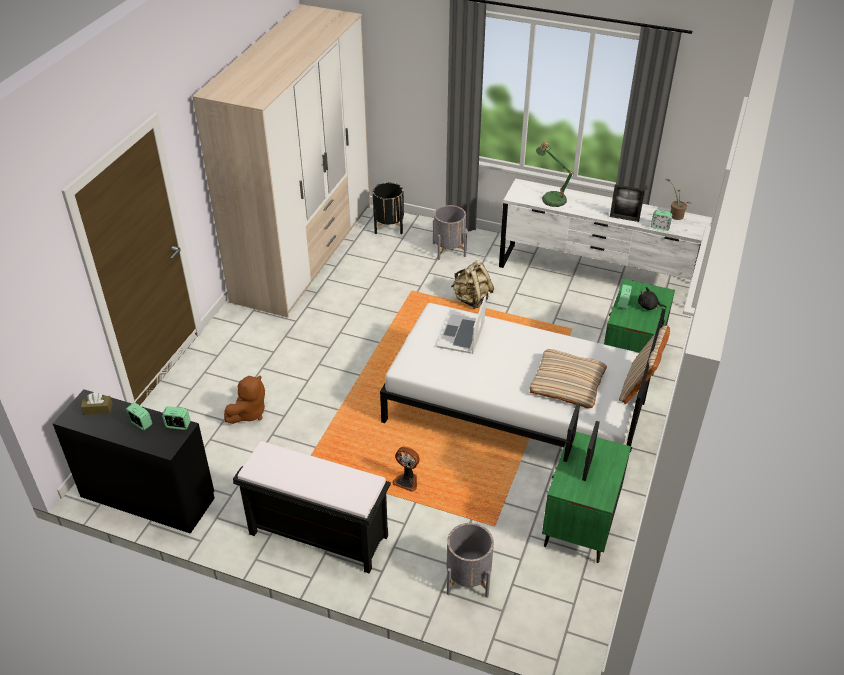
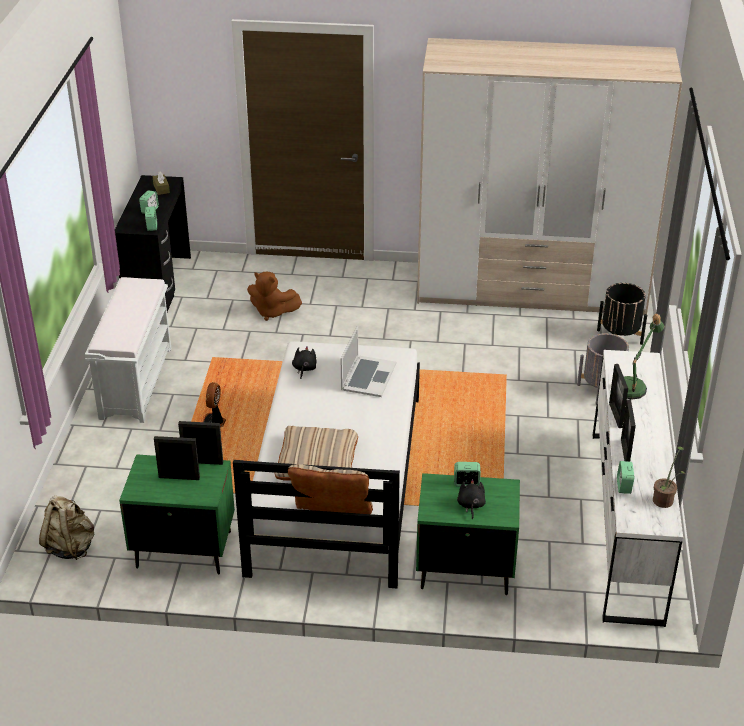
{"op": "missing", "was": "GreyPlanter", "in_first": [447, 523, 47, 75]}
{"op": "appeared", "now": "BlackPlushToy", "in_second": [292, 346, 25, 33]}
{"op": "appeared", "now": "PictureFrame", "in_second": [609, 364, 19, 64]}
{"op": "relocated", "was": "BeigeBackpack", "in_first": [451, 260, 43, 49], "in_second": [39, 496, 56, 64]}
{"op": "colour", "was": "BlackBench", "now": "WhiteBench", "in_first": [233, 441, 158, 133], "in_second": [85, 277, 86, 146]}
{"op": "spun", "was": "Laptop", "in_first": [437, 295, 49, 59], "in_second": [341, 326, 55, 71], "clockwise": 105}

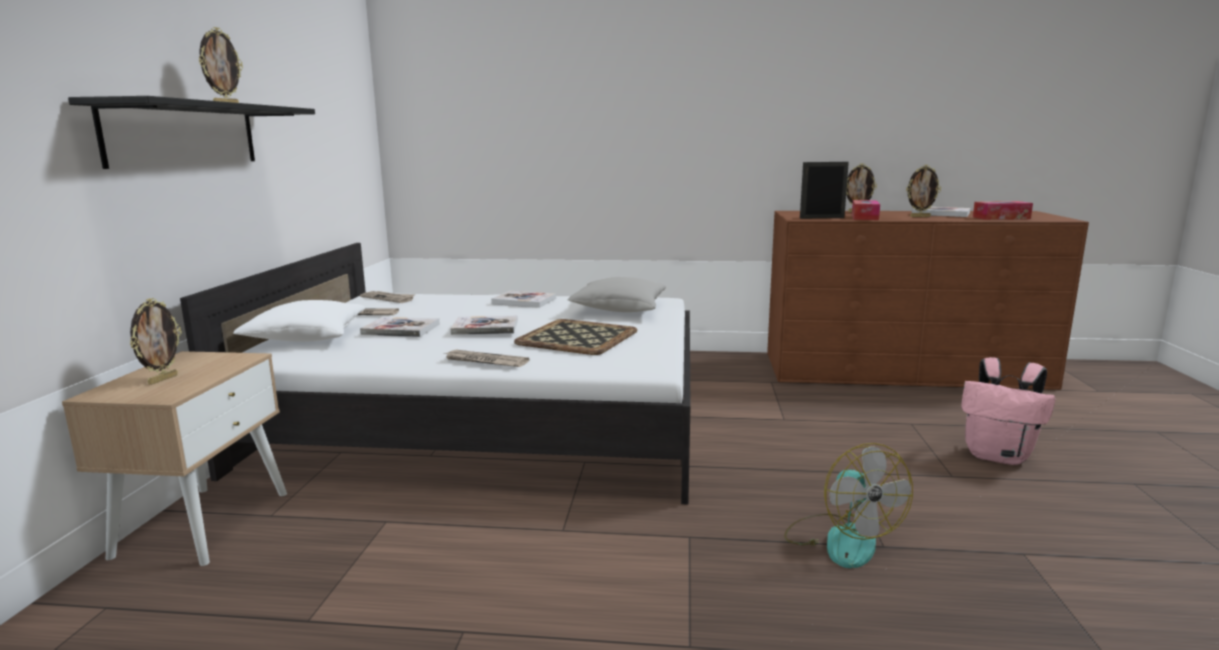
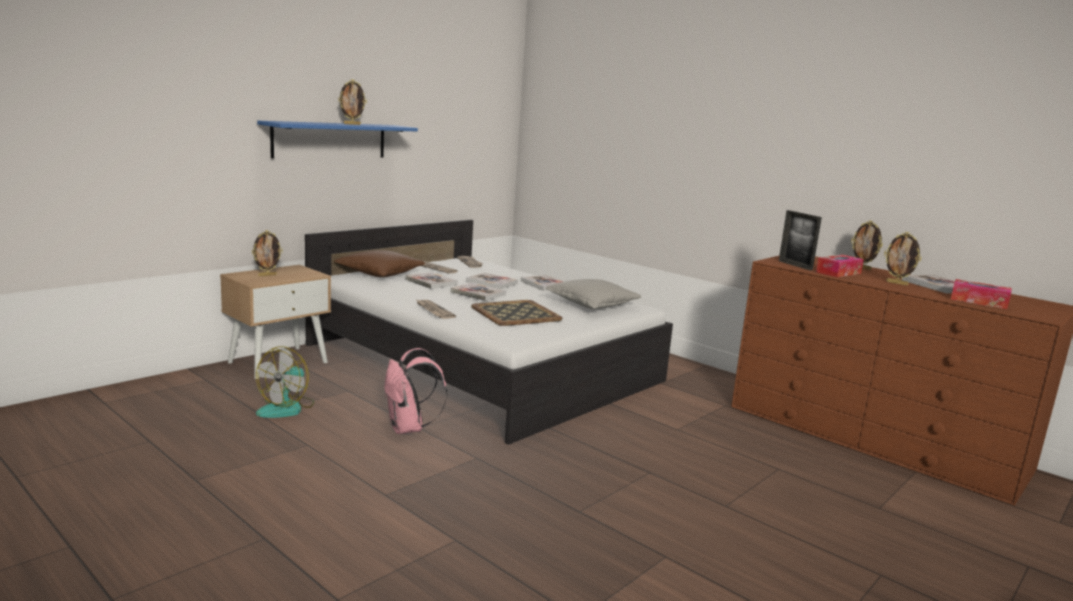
{"op": "appeared", "now": "Book", "in_second": [466, 273, 52, 16]}
{"op": "relocated", "was": "Fan", "in_first": [784, 443, 129, 125], "in_second": [256, 346, 58, 72]}
{"op": "relocated", "was": "PinkBackpack", "in_first": [961, 357, 94, 108], "in_second": [384, 348, 63, 86]}
{"op": "colour", "was": "BlackShelf", "now": "BlueShelf", "in_first": [68, 96, 247, 73], "in_second": [257, 121, 161, 37]}
{"op": "colour", "was": "WhitePillow", "now": "BrownPillow", "in_first": [233, 300, 132, 42], "in_second": [334, 250, 91, 27]}
{"op": "spun", "was": "PictureFrame", "in_first": [800, 162, 49, 57], "in_second": [779, 210, 43, 60], "clockwise": -150}

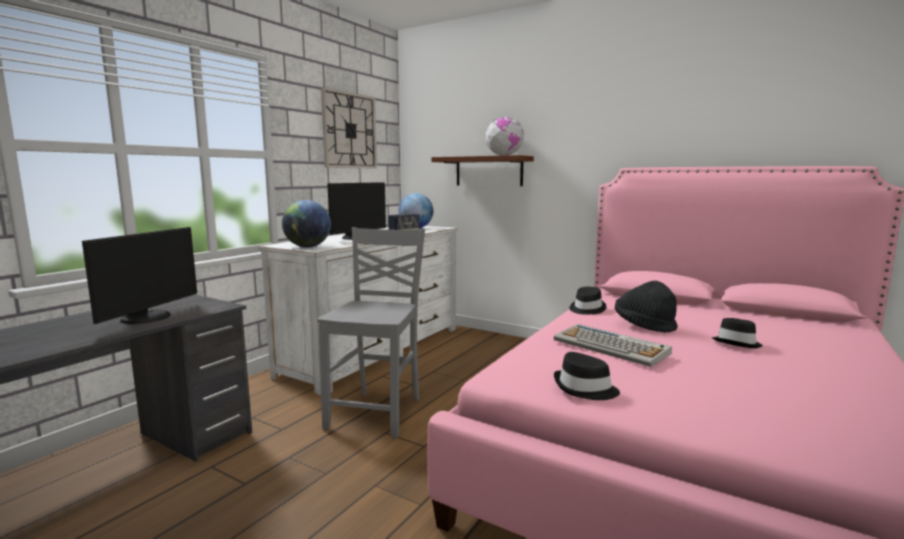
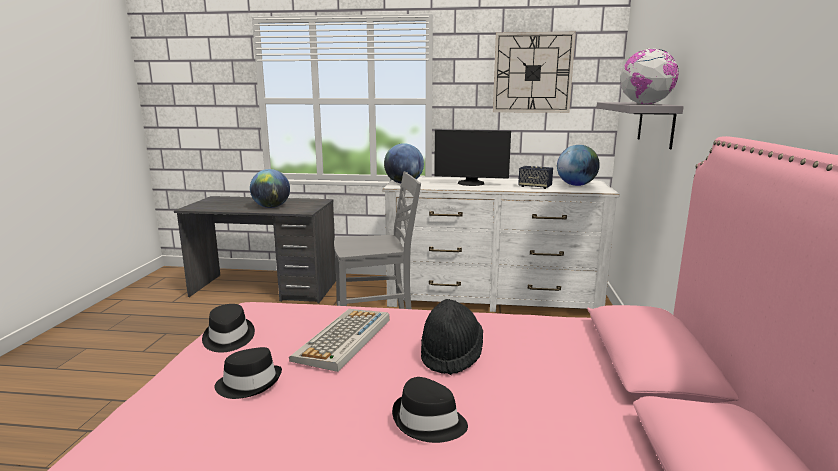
{"op": "relocated", "was": "BlackHat", "in_first": [569, 287, 38, 28], "in_second": [215, 347, 67, 52]}
{"op": "exchanged", "was": "Monitor", "now": "Globe", "in_first": [82, 227, 115, 97], "in_second": [250, 169, 40, 39]}
{"op": "colour", "was": "BrownShelf", "now": "GreyShelf", "in_first": [431, 155, 103, 31], "in_second": [597, 102, 87, 47]}

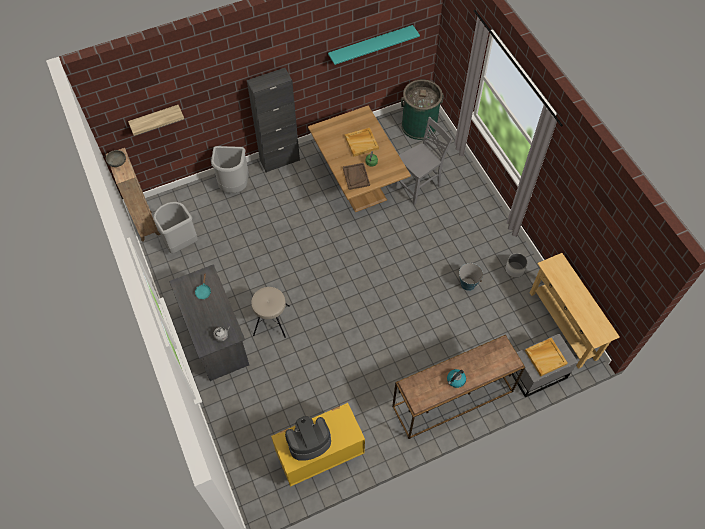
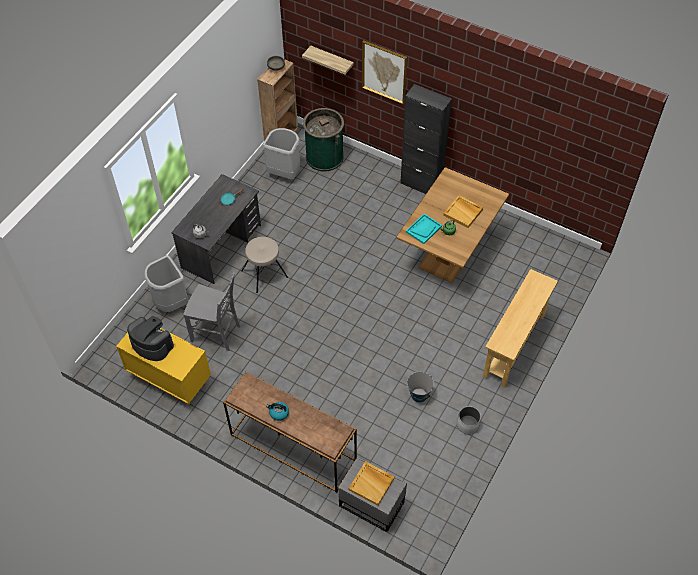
{"op": "missing", "was": "TurquoiseShelf", "in_first": [328, 25, 92, 40]}
{"op": "appeared", "now": "Picture", "in_second": [362, 40, 45, 64]}
{"op": "relocated", "was": "GreyTrashCan", "in_first": [211, 146, 38, 47], "in_second": [144, 255, 44, 57]}
{"op": "relocated", "was": "GreyChair", "in_first": [395, 117, 57, 88], "in_second": [183, 273, 57, 78]}
{"op": "relocated", "was": "GreenTrashCan", "in_first": [401, 79, 43, 61], "in_second": [303, 108, 41, 63]}
{"op": "relocated", "was": "BeigeConsoleTable", "in_first": [530, 253, 90, 116], "in_second": [483, 269, 75, 119]}
{"op": "colour", "was": "BrownTray", "now": "TurquoiseTray", "in_first": [343, 163, 27, 27], "in_second": [406, 214, 36, 30]}

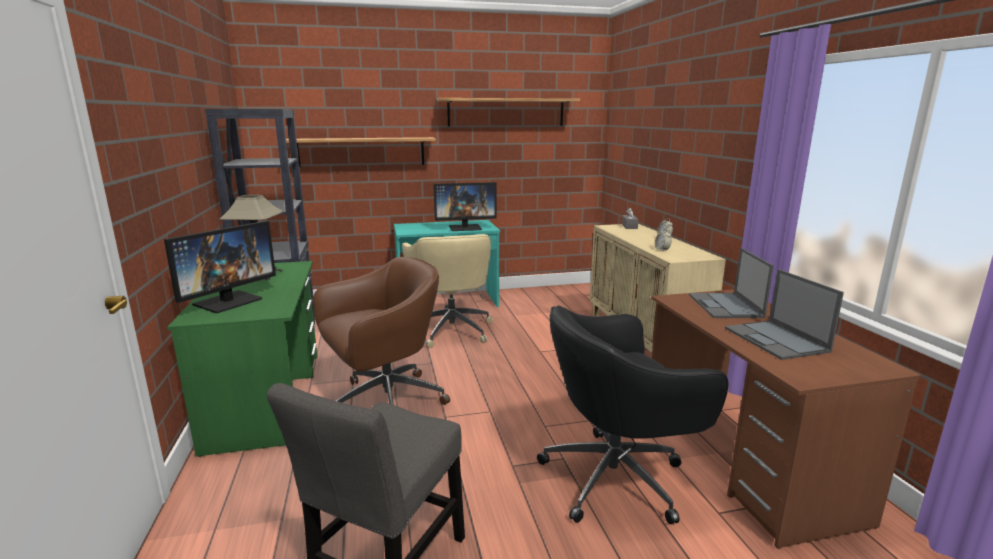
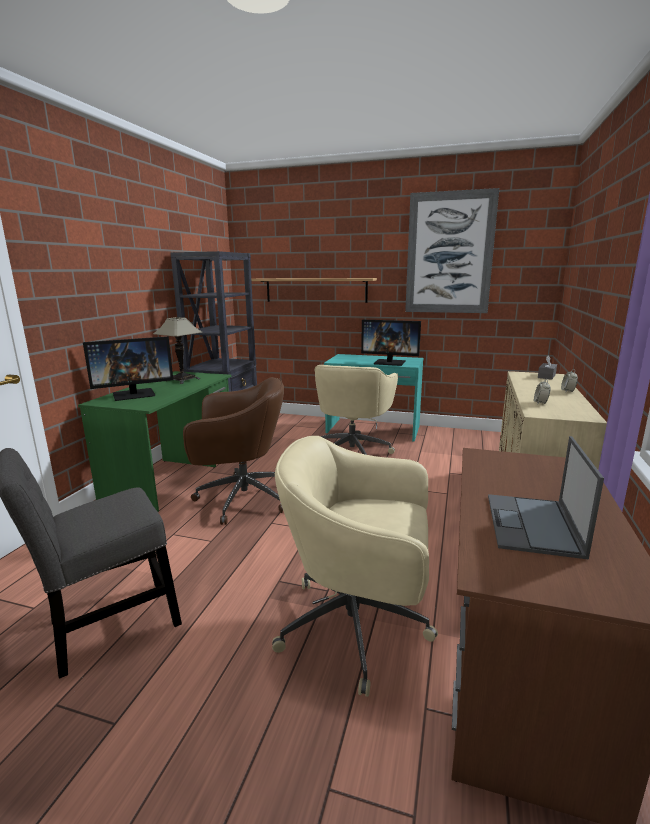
{"op": "missing", "was": "Laptop", "in_first": [689, 248, 85, 70]}
{"op": "exchanged", "was": "Shelf", "now": "Picture", "in_first": [437, 98, 143, 28], "in_second": [405, 188, 94, 125]}
{"op": "colour", "was": "BlackOfficeChair", "now": "BeigeOfficeChair", "in_first": [537, 306, 192, 218], "in_second": [272, 436, 166, 261]}

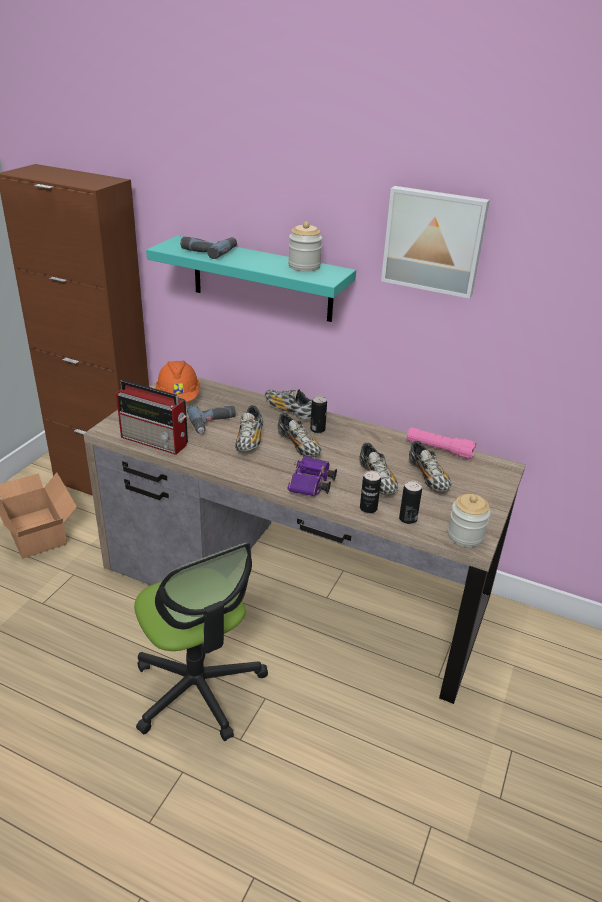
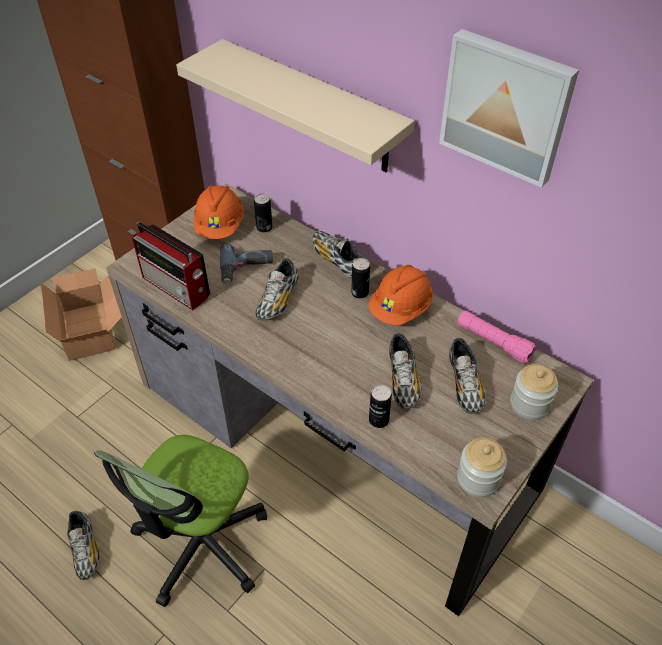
{"op": "missing", "was": "PowerDrill", "in_first": [180, 237, 57, 22]}
{"op": "missing", "was": "PurpleBinoculars", "in_first": [288, 456, 49, 40]}
{"op": "appeared", "now": "OrangeHardHat", "in_second": [368, 265, 65, 60]}
{"op": "relocated", "was": "Shoe", "in_first": [278, 413, 43, 45], "in_second": [67, 511, 33, 69]}
{"op": "relocated", "was": "Jar", "in_first": [288, 222, 34, 50], "in_second": [510, 364, 48, 56]}
{"op": "relocated", "was": "Can", "in_first": [399, 481, 23, 43], "in_second": [254, 194, 19, 38]}
{"op": "colour", "was": "TurquoiseShelf", "now": "BeigeShelf", "in_first": [146, 236, 210, 86], "in_second": [176, 39, 239, 133]}
{"op": "spun", "was": "OfficeChair", "in_first": [134, 543, 134, 198], "in_second": [94, 435, 173, 172], "clockwise": 45}

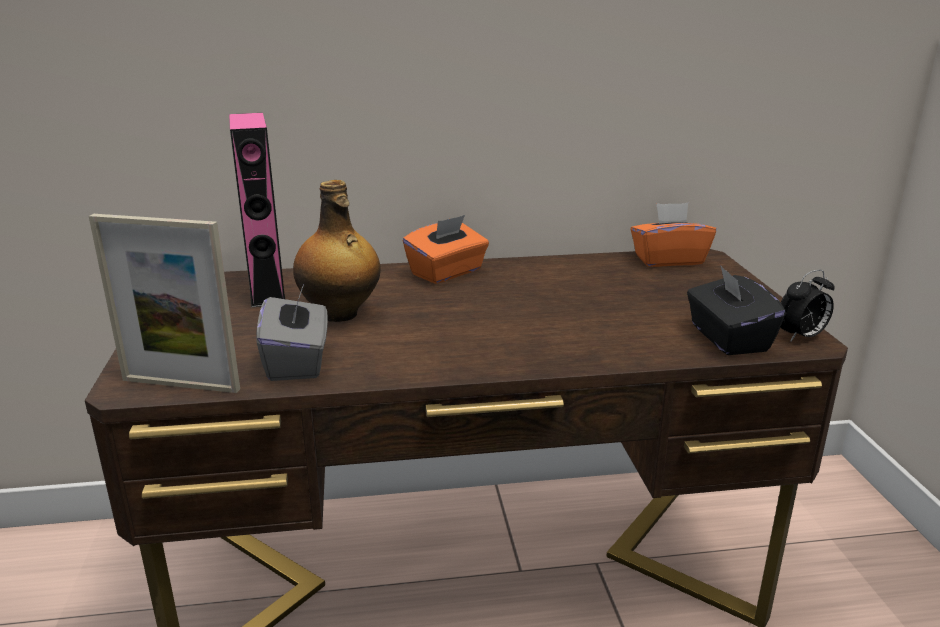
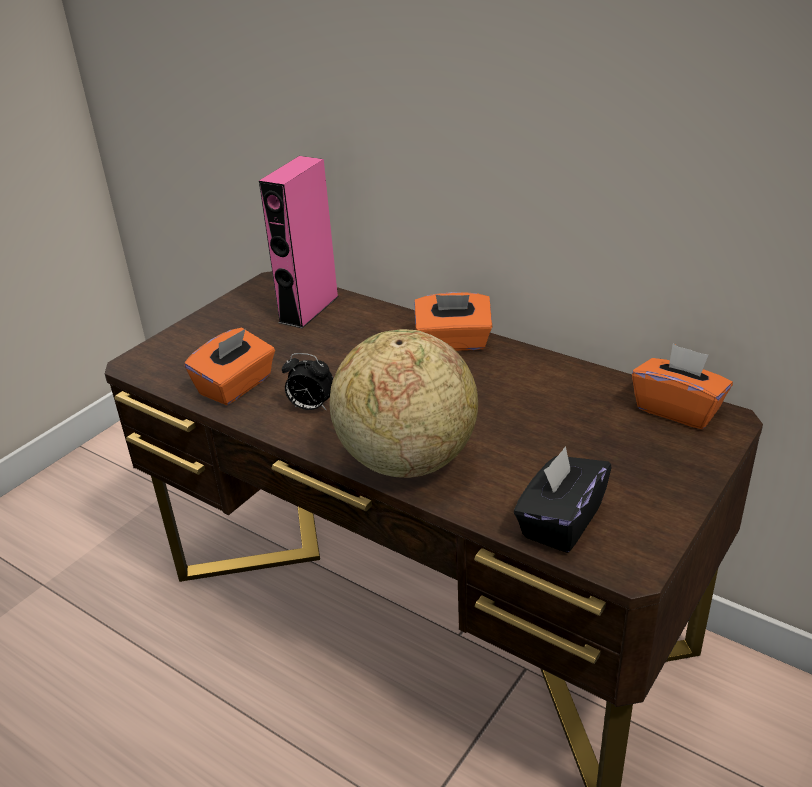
{"op": "missing", "was": "PictureFrame", "in_first": [89, 214, 151, 179]}
{"op": "missing", "was": "Bottle", "in_first": [293, 180, 88, 142]}
{"op": "appeared", "now": "Globe", "in_second": [330, 329, 148, 149]}
{"op": "relocated", "was": "AlarmClock", "in_first": [780, 270, 55, 72], "in_second": [282, 353, 52, 58]}
{"op": "colour", "was": "GreyTissueBox", "now": "OrangeTissueBox", "in_first": [256, 285, 72, 96], "in_second": [184, 327, 91, 78]}

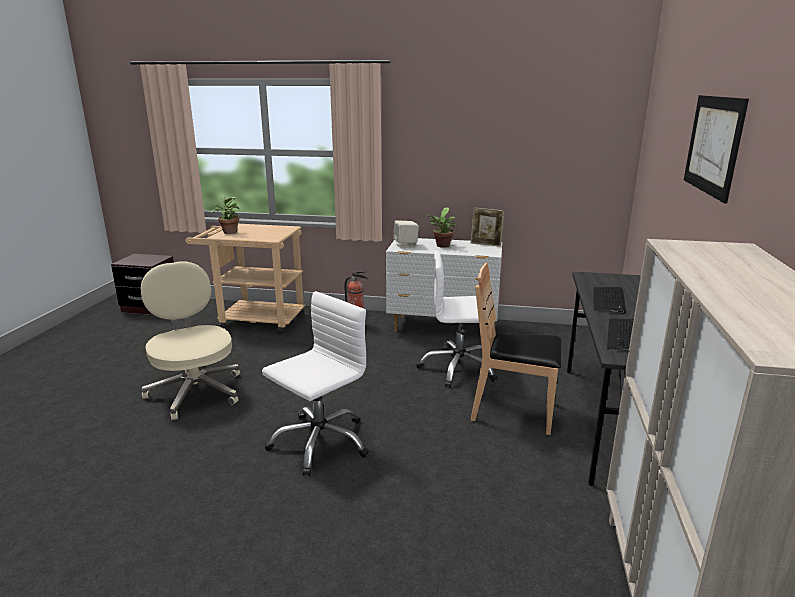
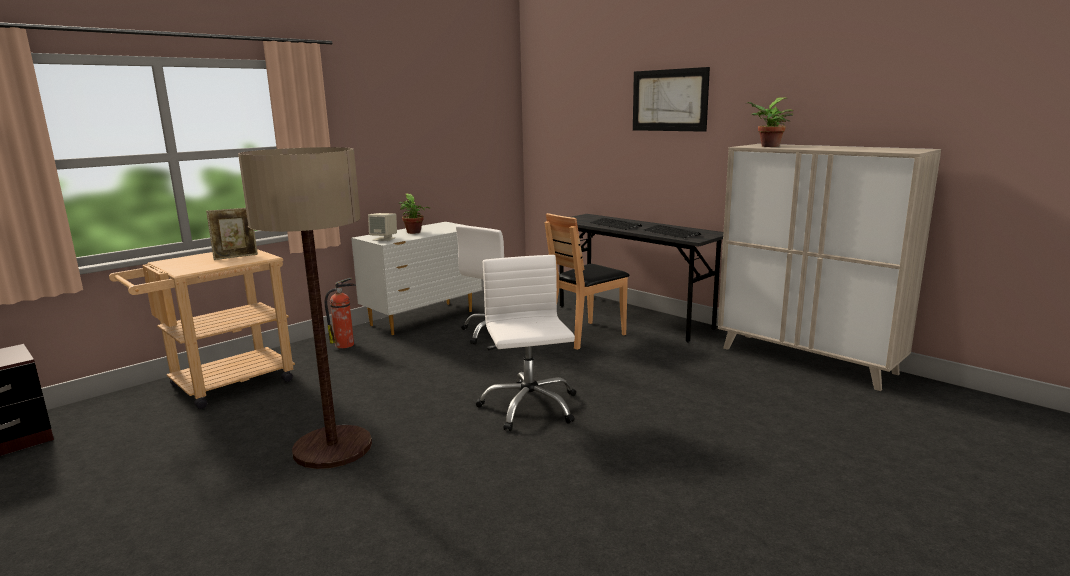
{"op": "relocated", "was": "PottedPlant", "in_first": [211, 196, 29, 38], "in_second": [747, 98, 47, 49]}
{"op": "relocated", "was": "PictureFrame", "in_first": [471, 207, 33, 40], "in_second": [206, 208, 52, 52]}
{"op": "exchanged", "was": "BeigeOfficeChair", "now": "FloorLamp", "in_first": [141, 262, 99, 158], "in_second": [238, 147, 134, 322]}

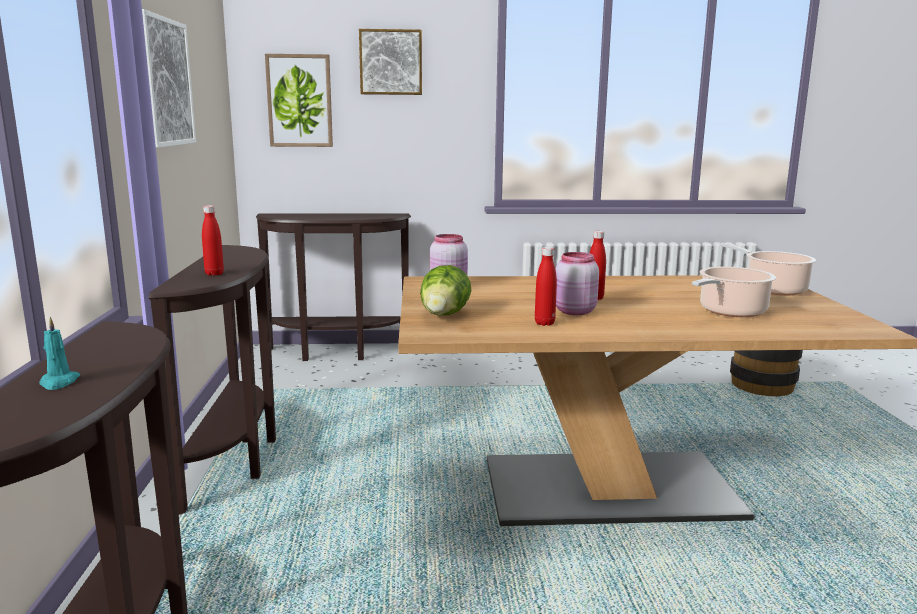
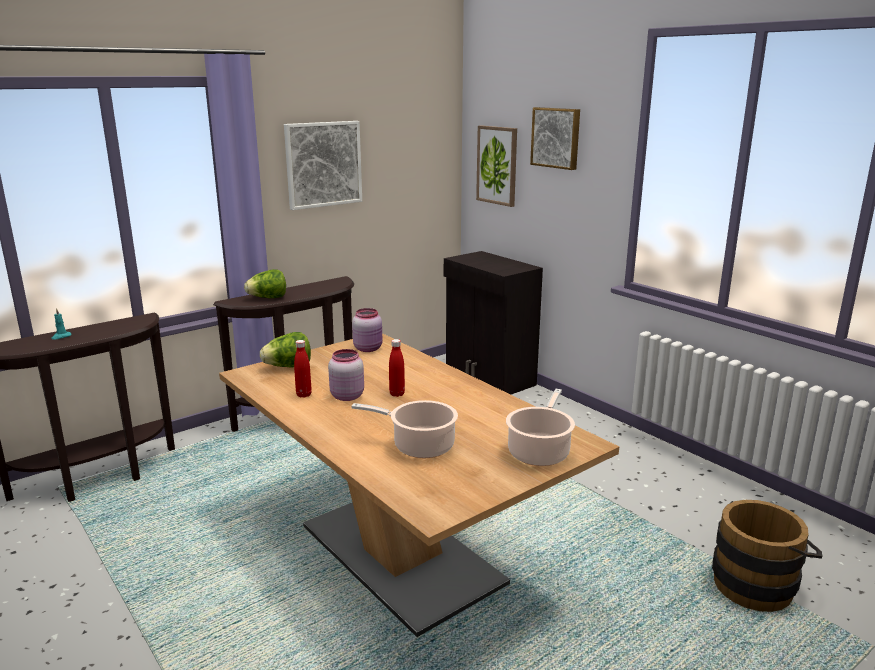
{"op": "exchanged", "was": "RedBottle", "now": "Lettuce", "in_first": [202, 205, 22, 71], "in_second": [244, 269, 42, 29]}
{"op": "exchanged", "was": "BrownConsoleTable", "now": "BlackCabinet", "in_first": [256, 213, 155, 148], "in_second": [444, 251, 99, 144]}

